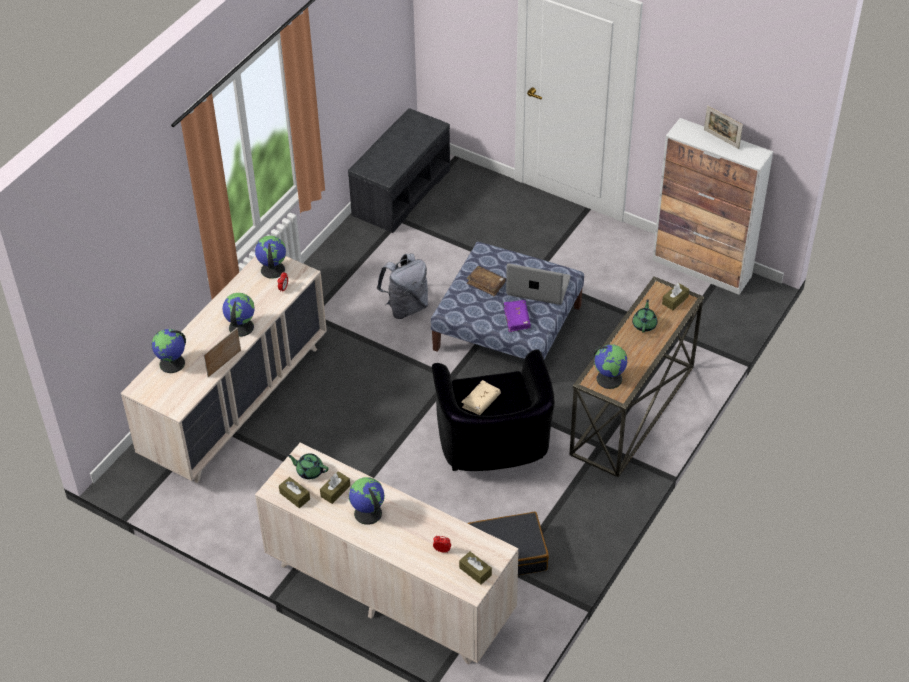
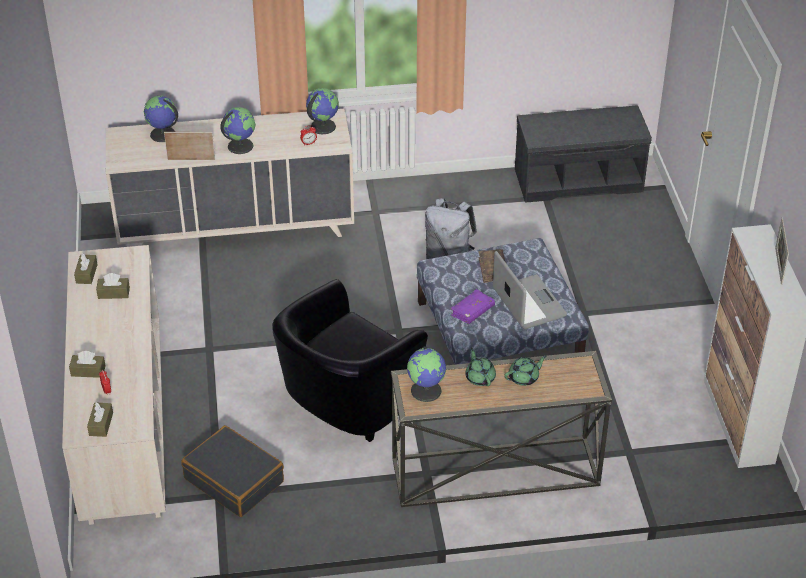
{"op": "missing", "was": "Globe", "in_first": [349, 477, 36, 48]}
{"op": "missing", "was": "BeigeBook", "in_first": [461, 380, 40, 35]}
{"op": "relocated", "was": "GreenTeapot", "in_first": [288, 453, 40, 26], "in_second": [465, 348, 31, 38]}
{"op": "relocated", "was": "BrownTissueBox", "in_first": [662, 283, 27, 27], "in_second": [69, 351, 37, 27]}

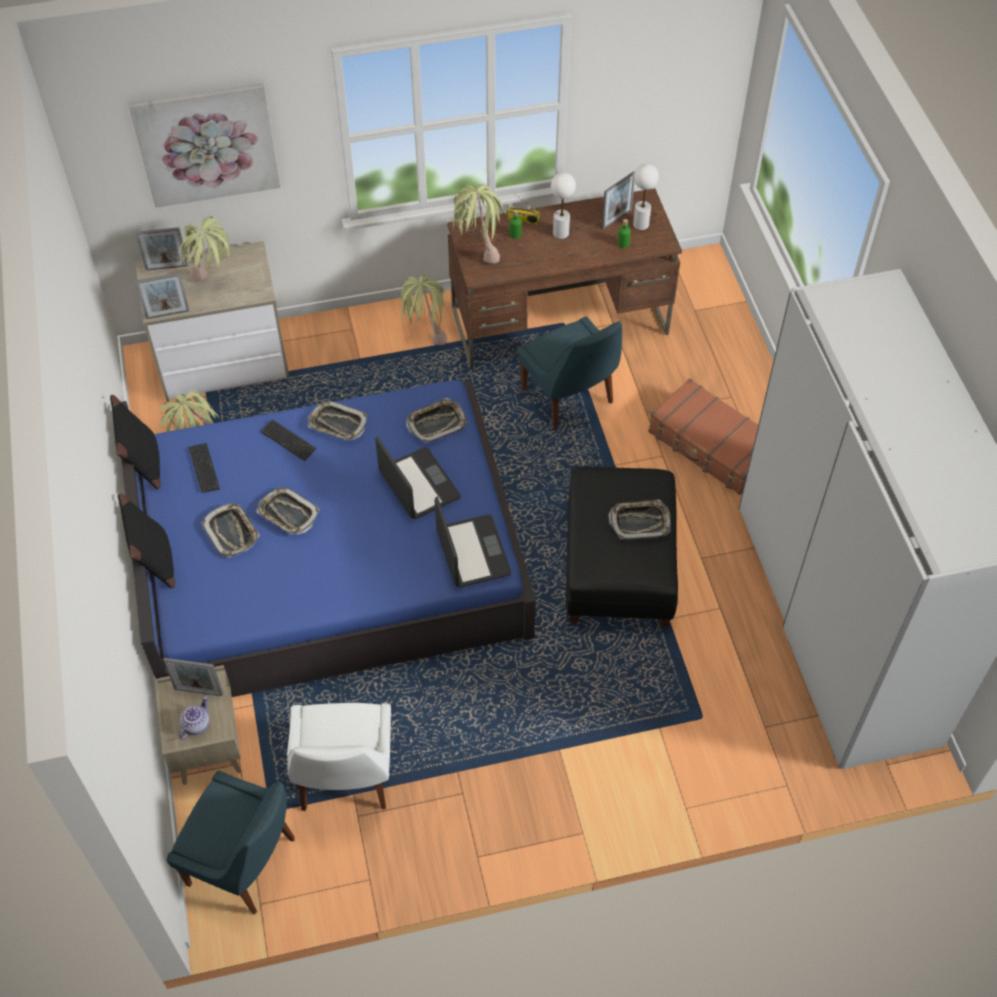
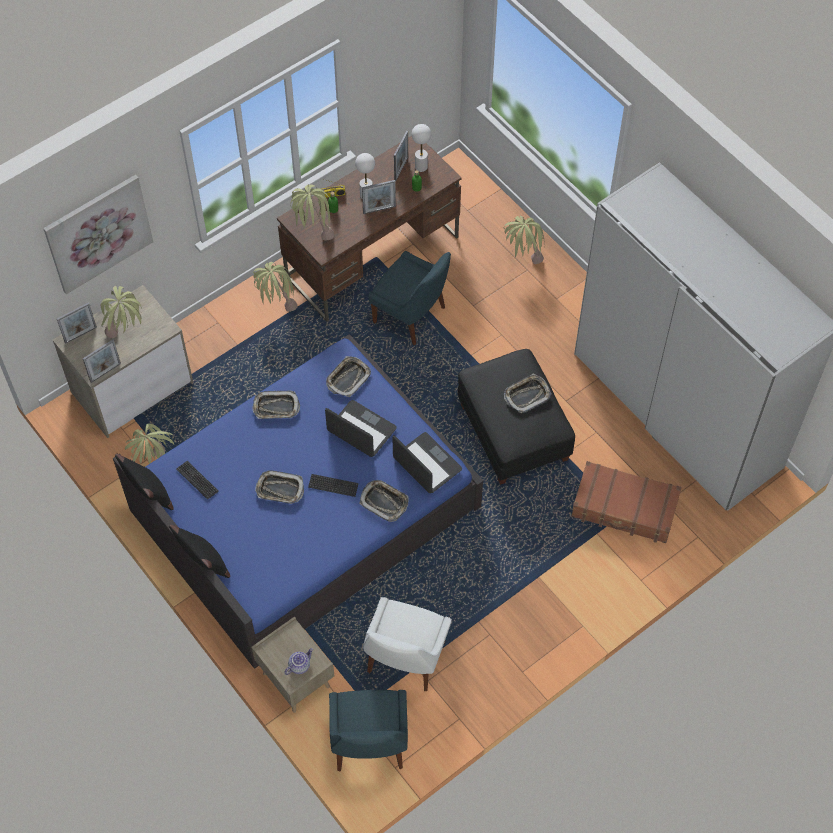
{"op": "appeared", "now": "PottedPlant", "in_second": [504, 216, 41, 48]}
{"op": "relocated", "was": "PictureFrame", "in_first": [163, 658, 60, 38], "in_second": [362, 180, 34, 34]}
{"op": "relocated", "was": "Tray", "in_first": [201, 503, 59, 55], "in_second": [360, 480, 48, 42]}
{"op": "relocated", "was": "Keyboard", "in_first": [260, 419, 56, 42], "in_second": [308, 474, 51, 23]}
{"op": "relocated", "was": "BrownSuitcase", "in_first": [648, 378, 110, 117], "in_second": [571, 461, 111, 82]}
{"op": "spun", "was": "BlueChair", "in_first": [166, 771, 129, 143], "in_second": [329, 690, 79, 81], "clockwise": 90}
{"op": "spun", "was": "Teapot", "in_first": [179, 696, 31, 44], "in_second": [284, 648, 29, 27], "clockwise": 45}
{"op": "spun", "was": "WhiteChair", "in_first": [287, 703, 104, 108], "in_second": [363, 597, 89, 94], "clockwise": 45}

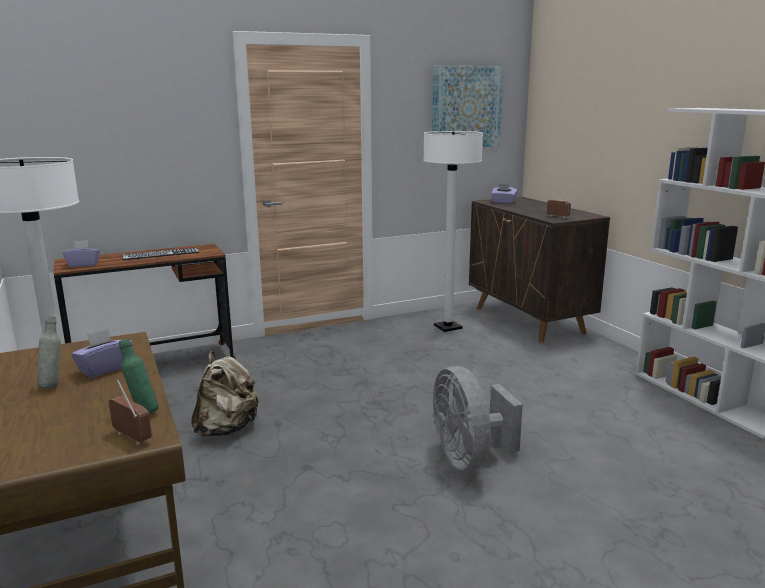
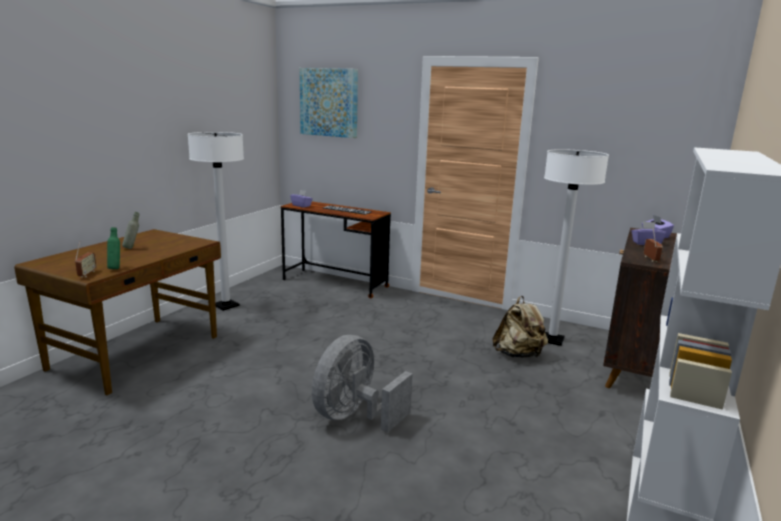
{"op": "relocated", "was": "PurpleTissueBox", "in_first": [71, 328, 62, 50], "in_second": [631, 222, 35, 23]}
{"op": "relocated", "was": "BeigeBackpack", "in_first": [191, 351, 68, 86], "in_second": [493, 296, 55, 62]}
{"op": "relocated", "was": "Picture", "in_first": [432, 65, 72, 82], "in_second": [299, 68, 59, 70]}

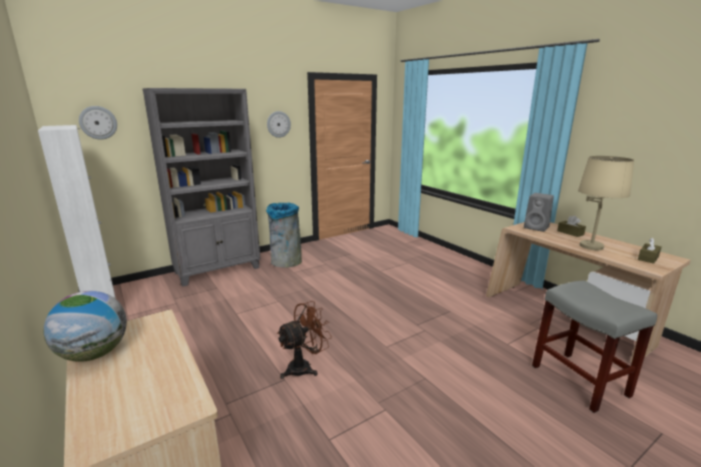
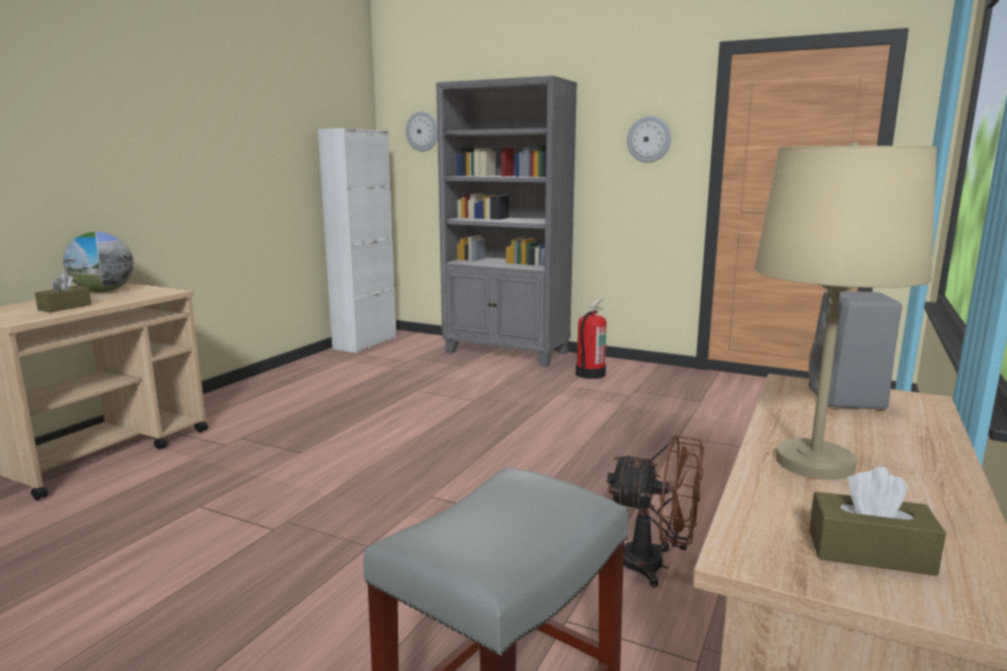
{"op": "relocated", "was": "BrownFan", "in_first": [277, 301, 55, 78], "in_second": [607, 435, 97, 152]}
{"op": "relocated", "was": "BrownTissueBox", "in_first": [557, 215, 29, 22], "in_second": [35, 273, 56, 39]}
{"op": "exchanged", "was": "GreyTrashCan", "now": "FireExtinguisher", "in_first": [266, 202, 36, 66], "in_second": [576, 298, 30, 81]}

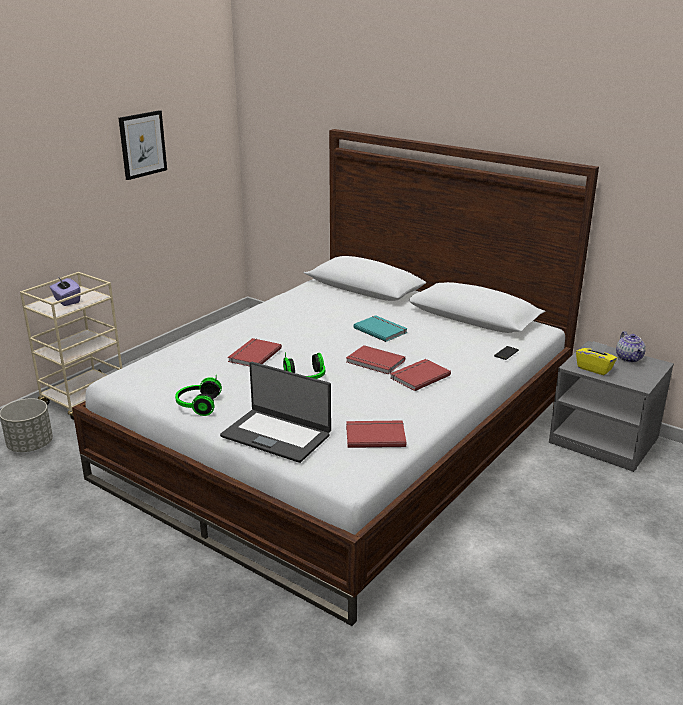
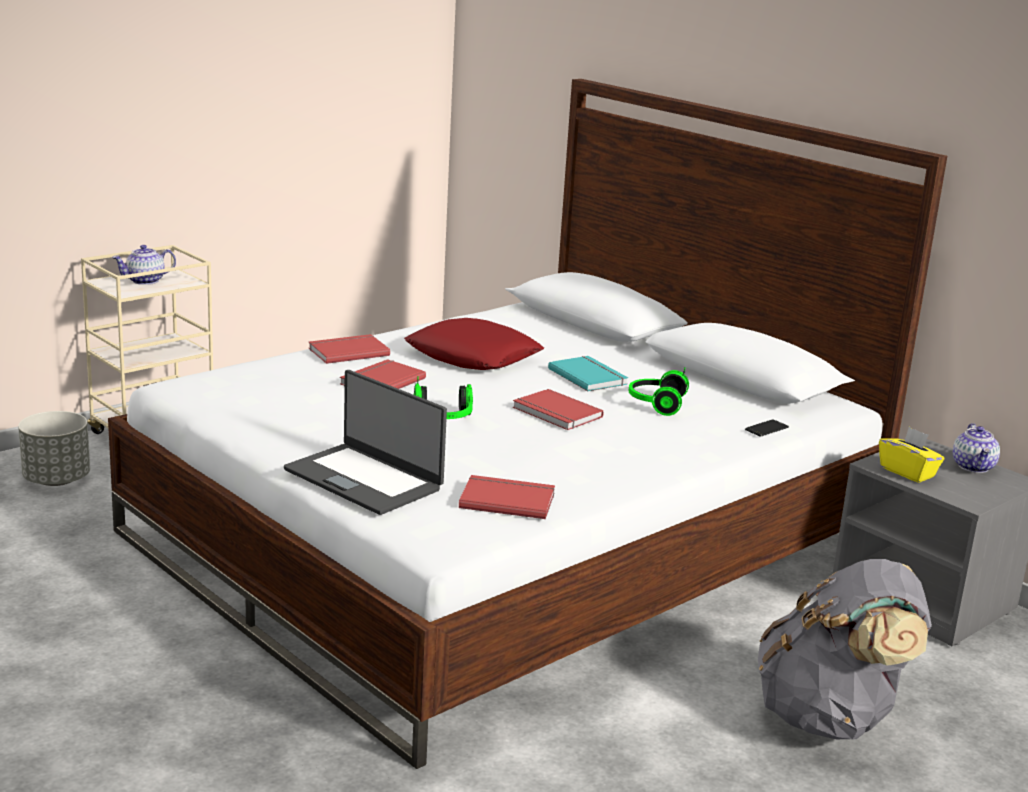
{"op": "missing", "was": "Picture", "in_first": [119, 110, 48, 70]}
{"op": "appeared", "now": "RedPillow", "in_second": [404, 318, 140, 52]}
{"op": "appeared", "now": "GreyBackpack", "in_second": [758, 559, 174, 181]}
{"op": "relocated", "was": "Headphones", "in_first": [175, 375, 47, 41], "in_second": [629, 367, 60, 49]}
{"op": "relocated", "was": "RedBook", "in_first": [390, 359, 61, 32], "in_second": [308, 334, 82, 30]}
{"op": "exchanged", "was": "PurpleTissueBox", "now": "Teapot", "in_first": [50, 277, 30, 29], "in_second": [112, 245, 64, 40]}

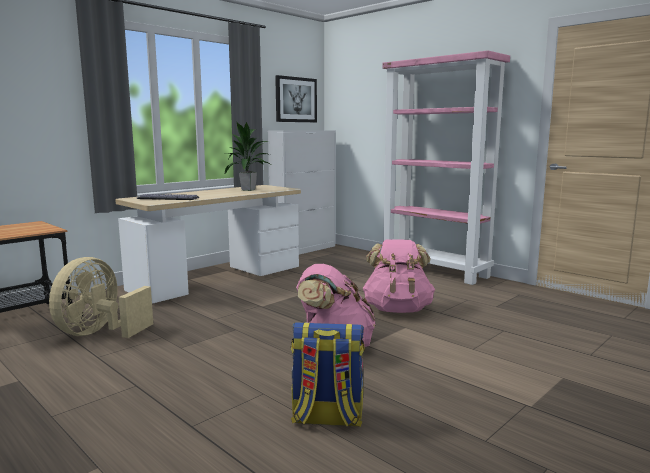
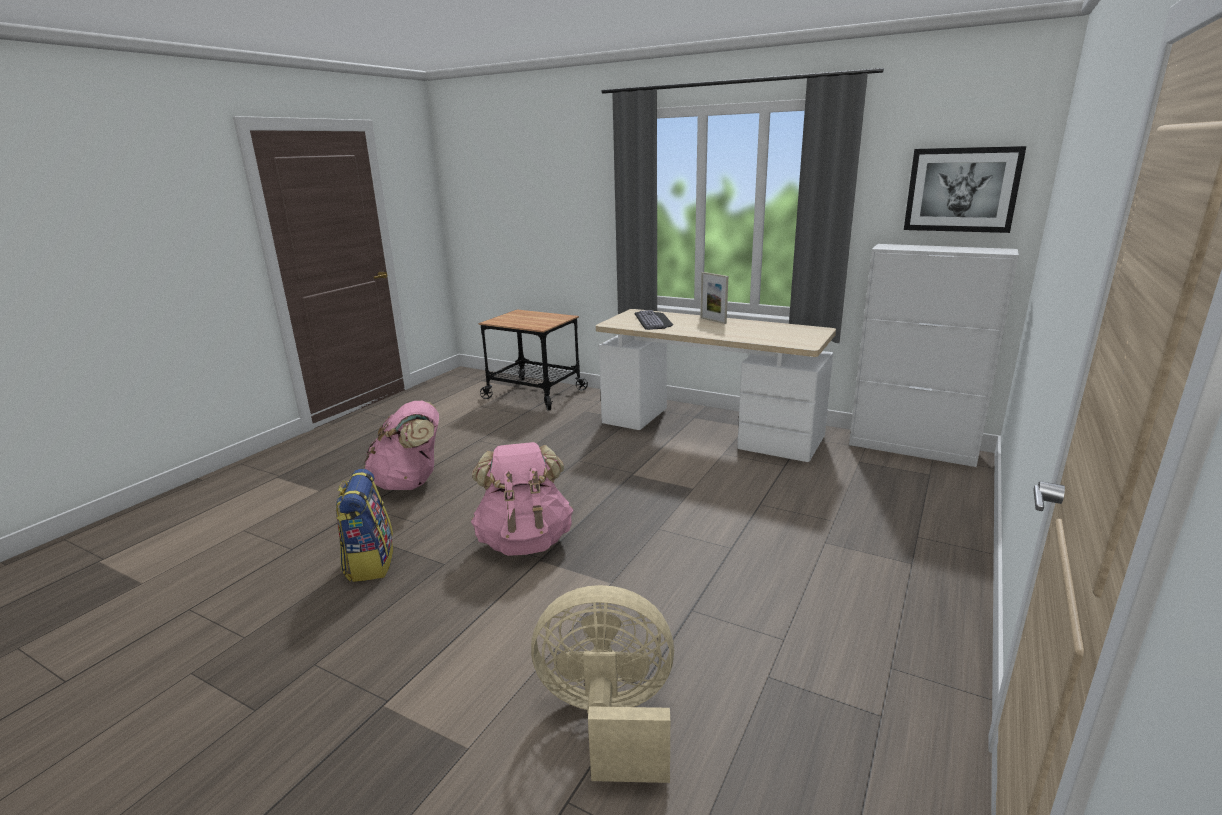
{"op": "missing", "was": "PottedPlant", "in_first": [224, 121, 46, 70]}
{"op": "missing", "was": "PinkBookcase", "in_first": [382, 51, 128, 234]}
{"op": "appeared", "now": "PictureFrame", "in_second": [700, 272, 28, 52]}
{"op": "relocated", "was": "BeigeFan", "in_first": [49, 257, 104, 81], "in_second": [531, 585, 143, 198]}
{"op": "relocated", "was": "PinkBackpack", "in_first": [363, 239, 72, 74], "in_second": [364, 401, 75, 89]}

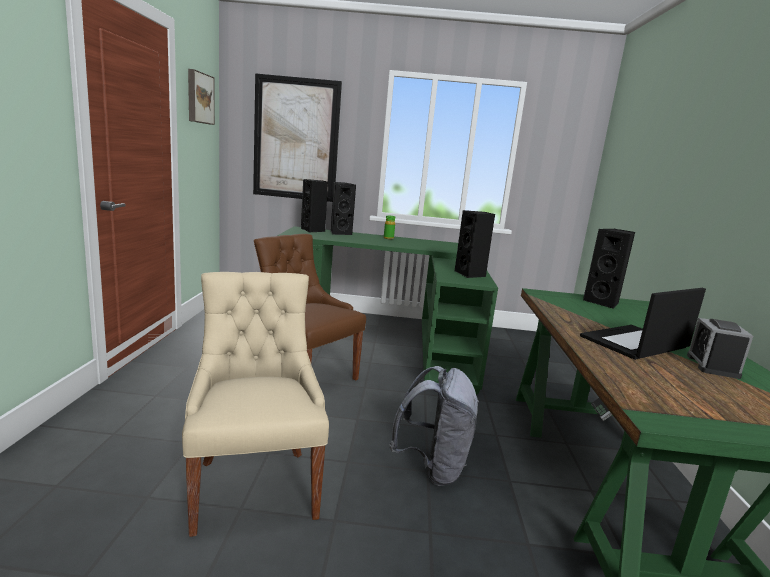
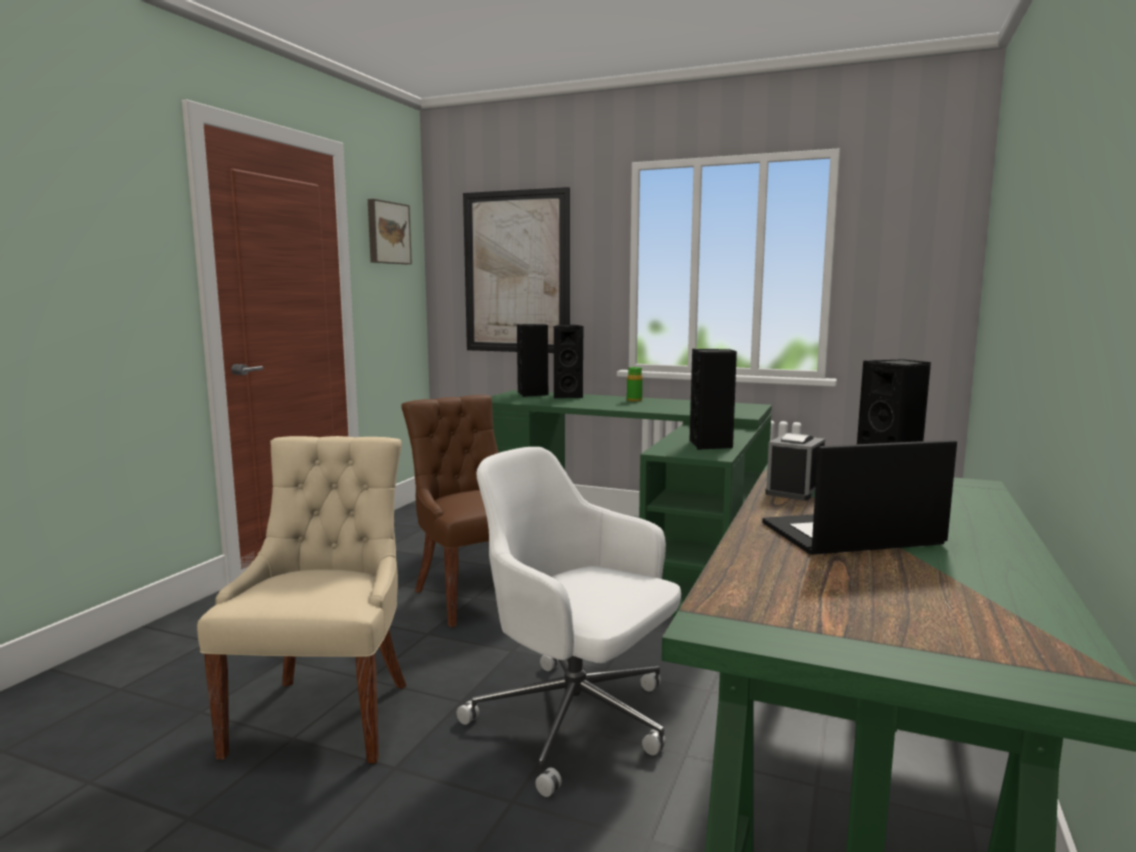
{"op": "relocated", "was": "AlarmClock", "in_first": [687, 318, 66, 61], "in_second": [765, 433, 60, 68]}
{"op": "exchanged", "was": "GreyBackpack", "now": "WhiteOfficeChair", "in_first": [390, 366, 90, 120], "in_second": [457, 447, 224, 350]}

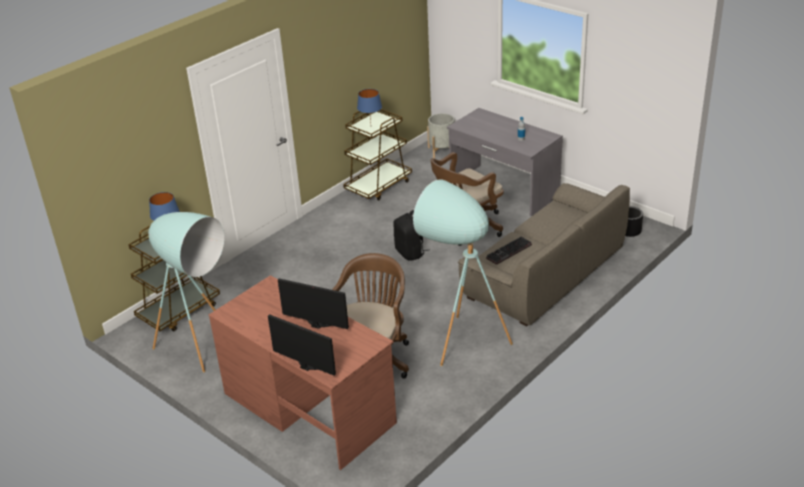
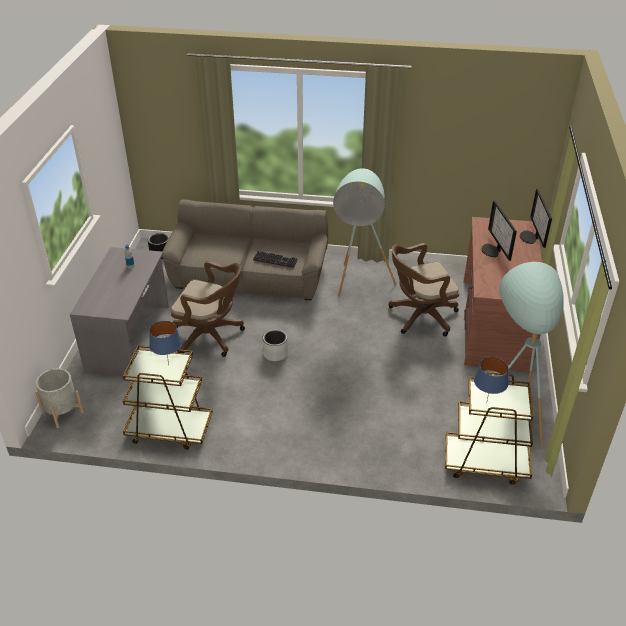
{"op": "exchanged", "was": "BlackBackpack", "now": "GreyPlanter", "in_first": [393, 210, 37, 51], "in_second": [262, 329, 26, 32]}

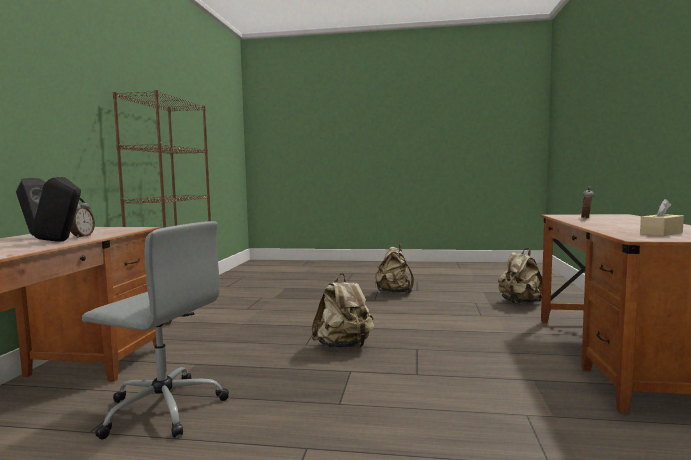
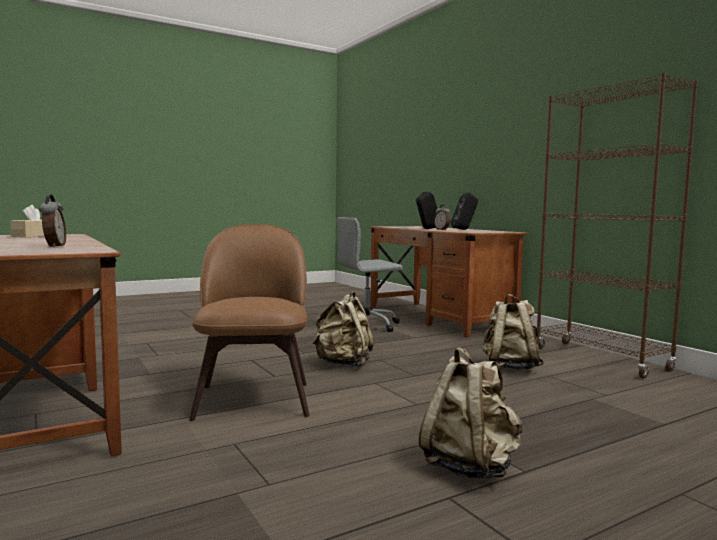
{"op": "appeared", "now": "BrownChair", "in_second": [189, 224, 121, 197]}
{"op": "relocated", "was": "BeigeBackpack", "in_first": [498, 248, 44, 56], "in_second": [482, 294, 62, 76]}

